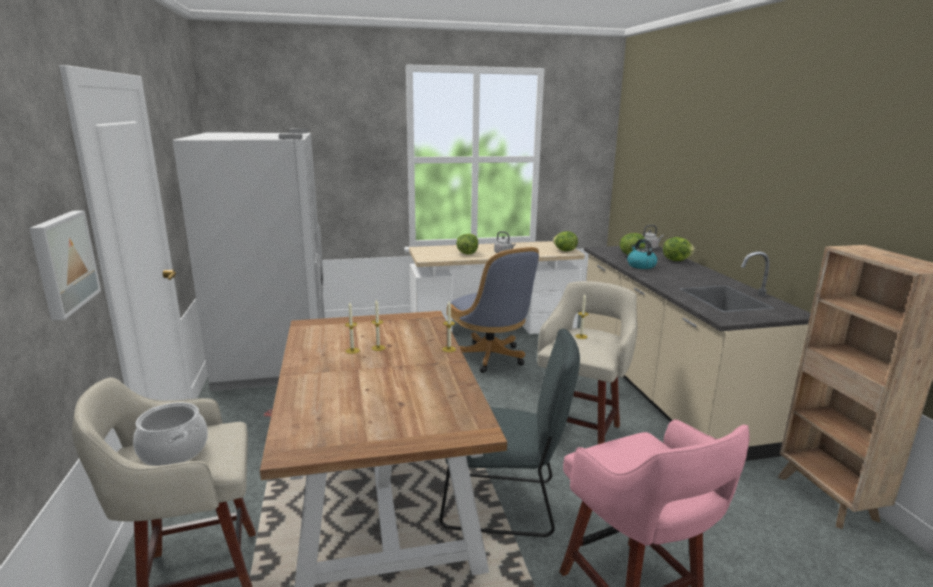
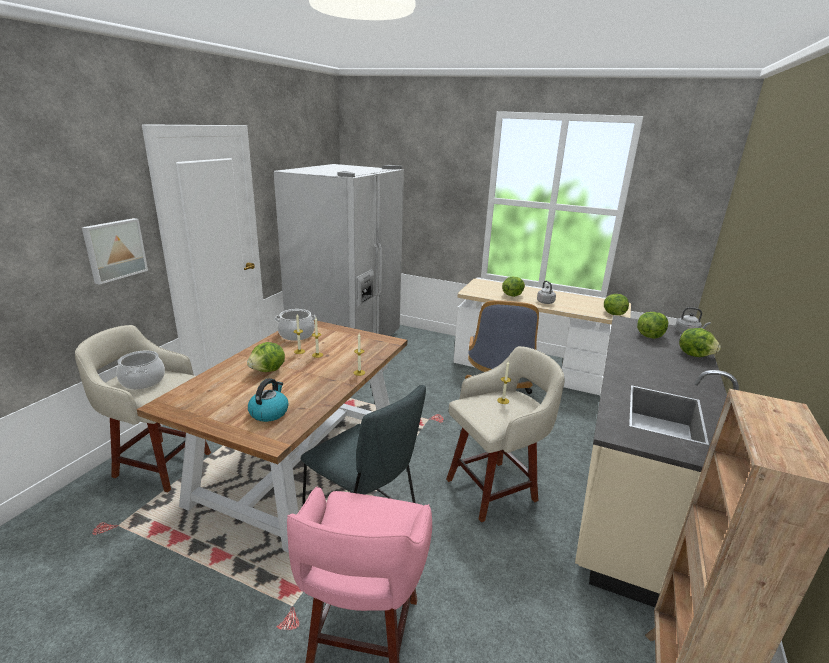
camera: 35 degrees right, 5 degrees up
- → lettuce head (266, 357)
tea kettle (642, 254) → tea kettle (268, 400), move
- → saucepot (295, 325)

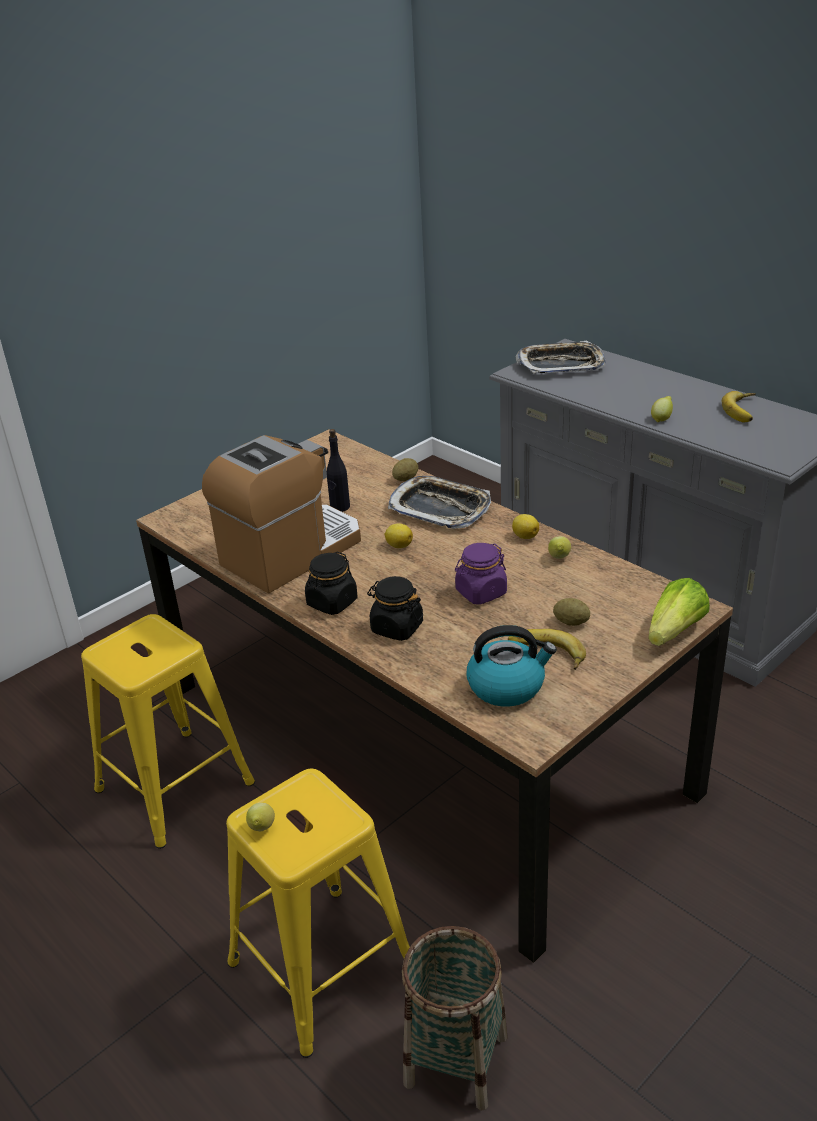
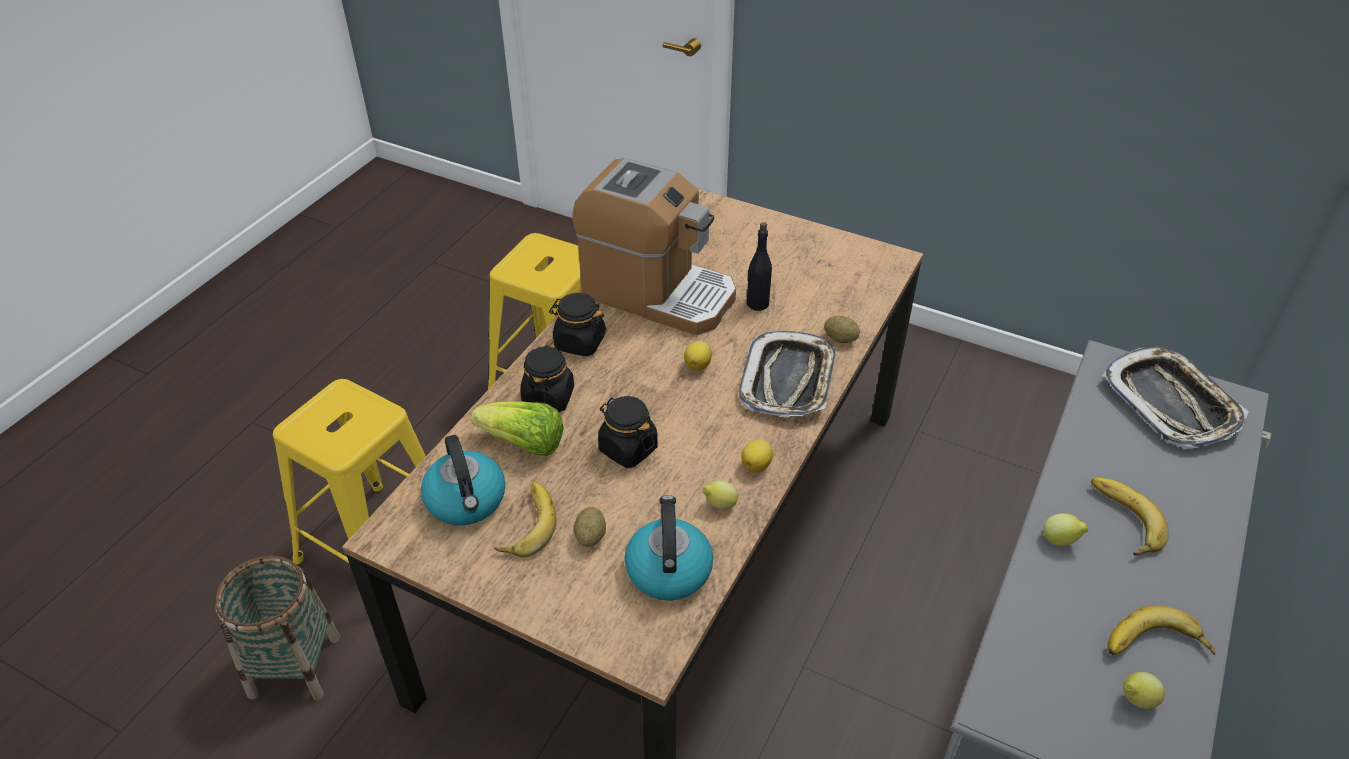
camera: 70 degrees right, 10 degrees up
lettuce head (679, 612) → lettuce head (517, 428), move
purple storage jar (481, 574) → blackish storage jar (628, 432)
- → tea kettle (668, 548)
- → banana fruit (1130, 517)
lemon (260, 817) → lemon (1144, 690), move

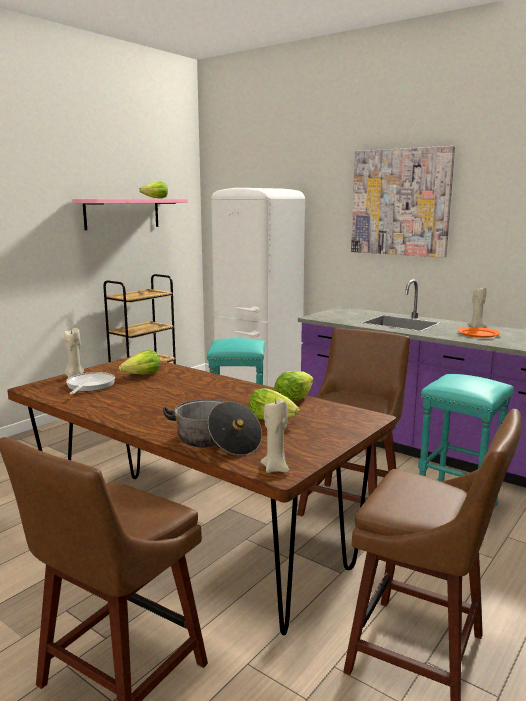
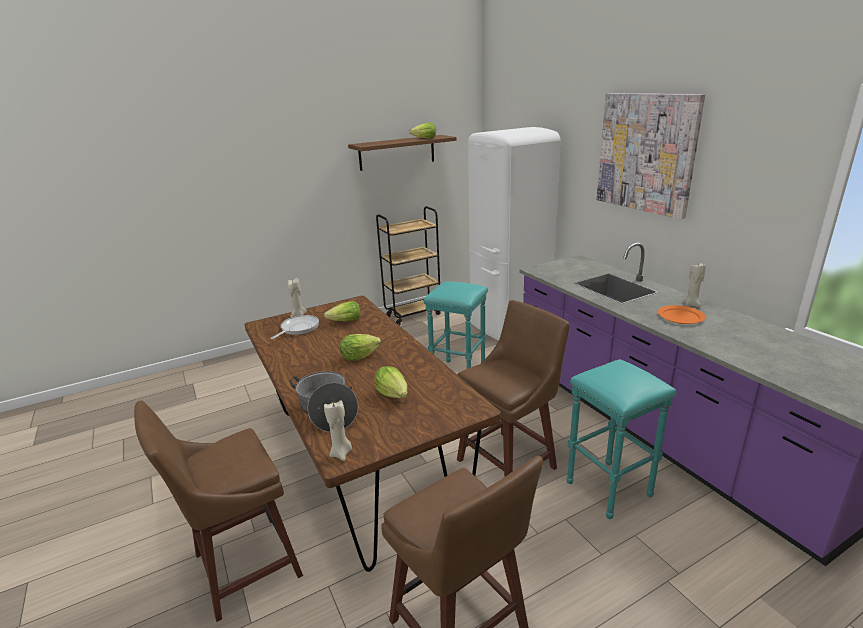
camera: 25 degrees right, 10 degrees up
lettuce head (294, 386) → lettuce head (360, 347), move
pink wall shelf (130, 214) → brown wall shelf (402, 153)

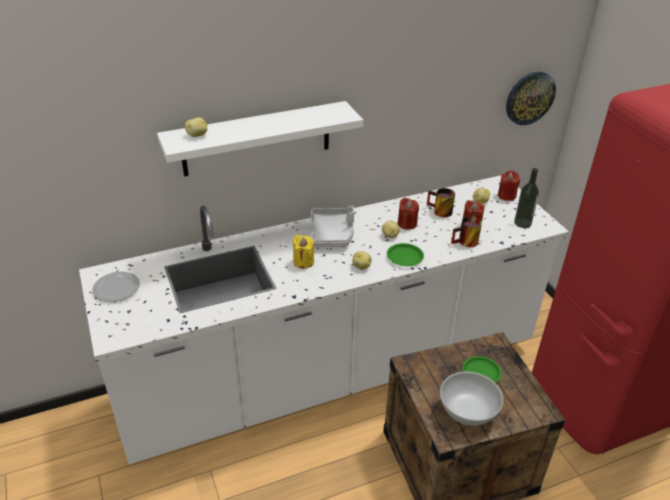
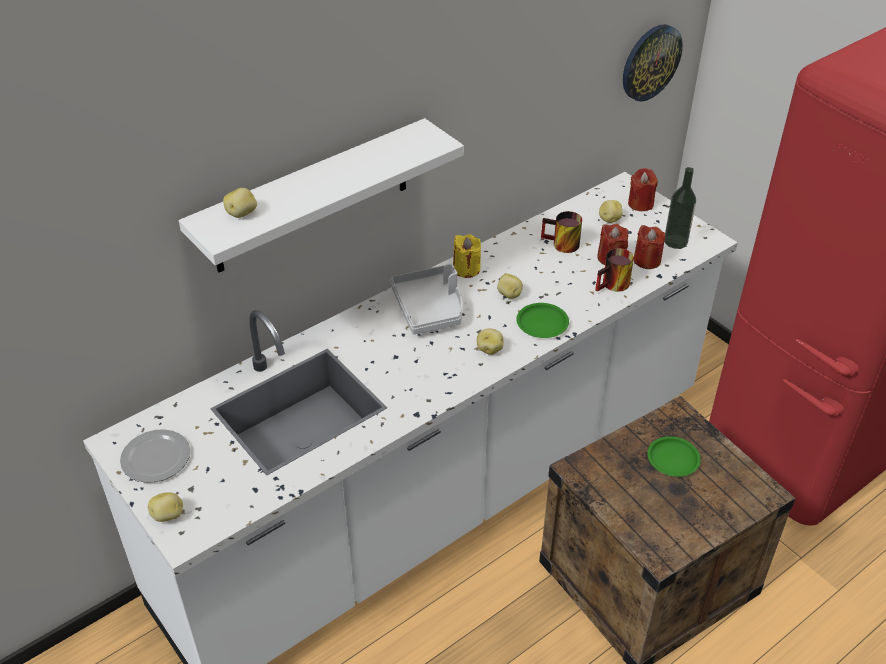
camera: 15 degrees left, 5 degrees up
- → potato (165, 507)
yellow-coloured candle (303, 252) → yellow-coloured candle (467, 256), move
red-coloured candle (408, 214) → red-coloured candle (649, 247), move
white serving bowl (471, 399) → -

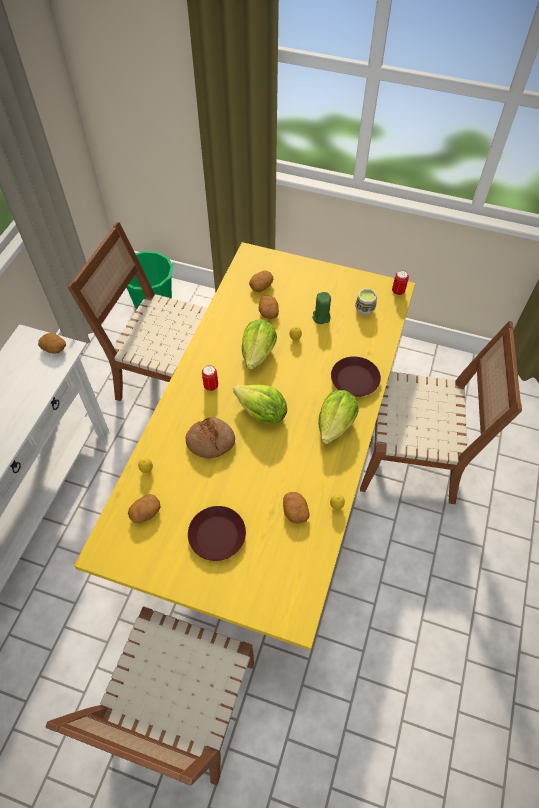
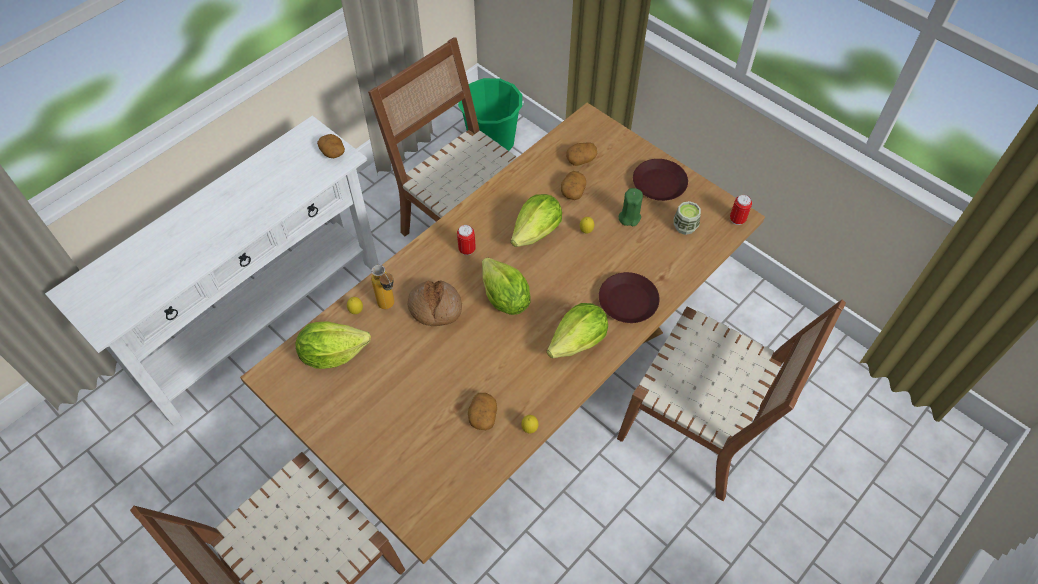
camera: 25 degrees right, 0 degrees up
yellow-coloured dinner table (244, 446) → brown dinner table (502, 333)
potato (144, 508) → lettuce head (333, 345)
- → beverage bottle (382, 287)
brown plate (217, 533) → brown plate (660, 180), move

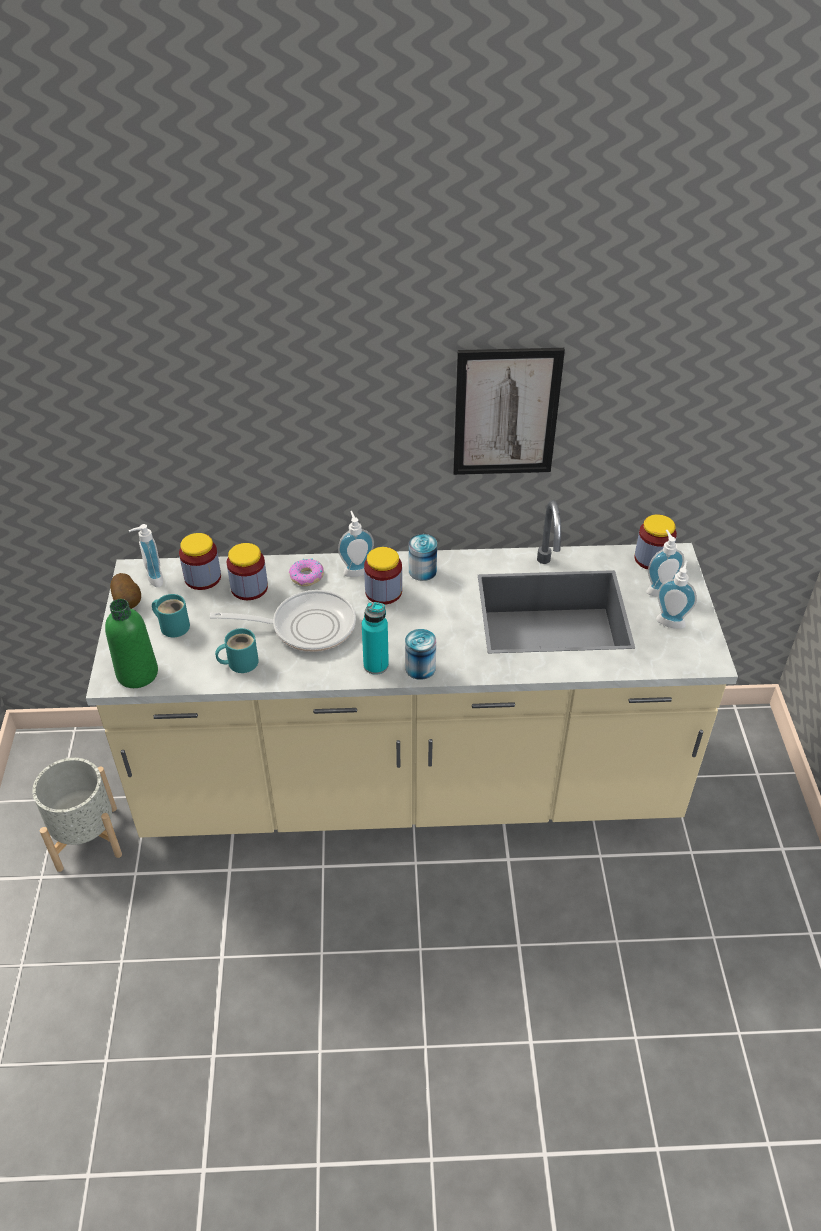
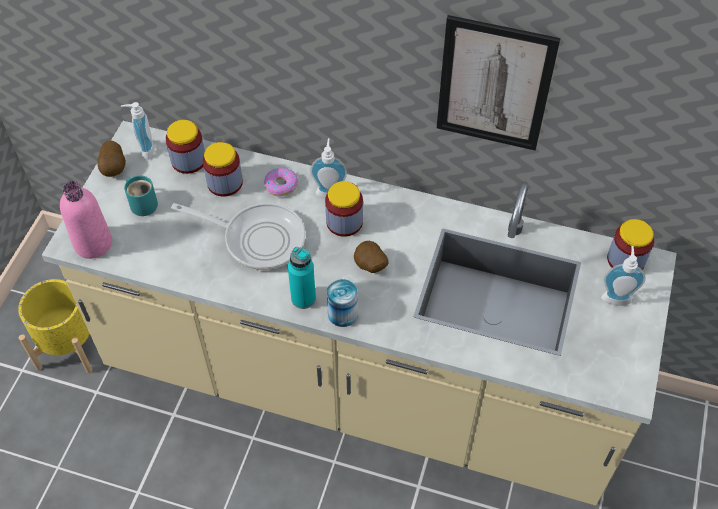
camera: 20 degrees right, 10 degrees up
grey planter (77, 815) → yellow-coloured planter (55, 326)
greenish beverage bottle (131, 643) → pink beverage bottle (86, 220)
- → potato (371, 257)
turquoise-coloured coffee mug (237, 650) → -
sealed can (423, 557) → -
soap bottle (676, 595) → -

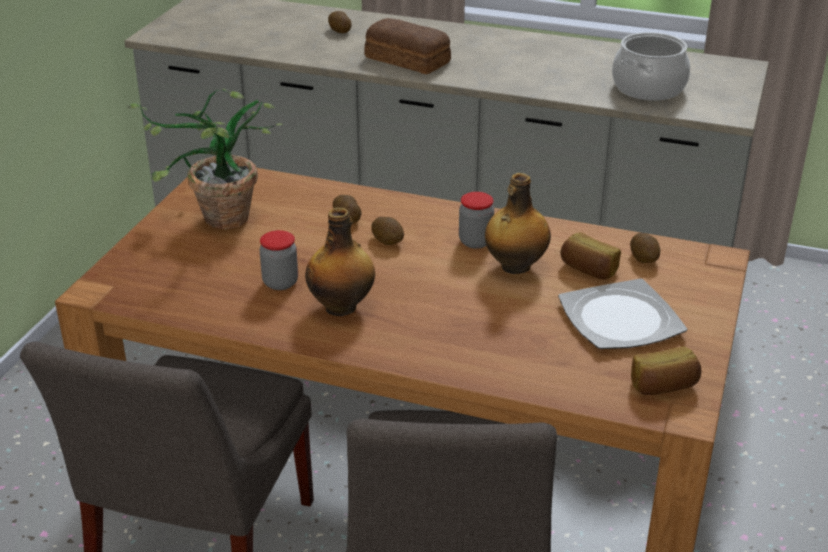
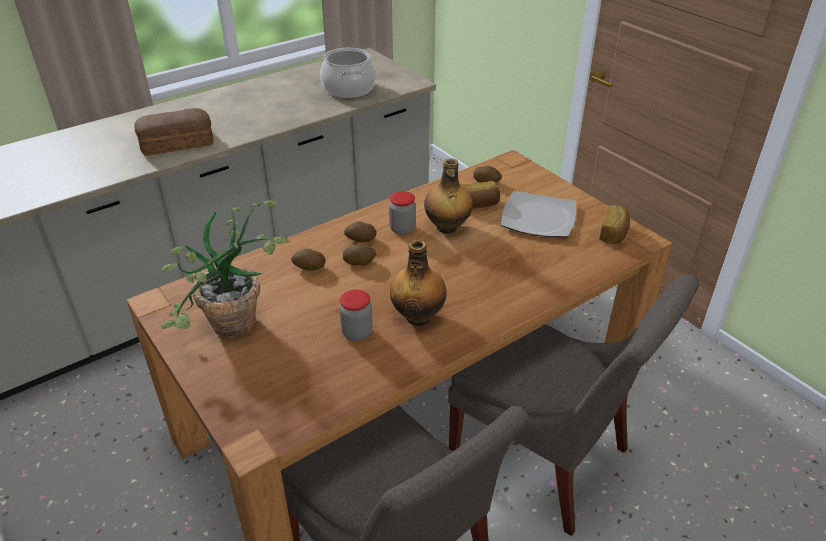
camera: 55 degrees left, 5 degrees up
potato (340, 22) → potato (360, 231), move

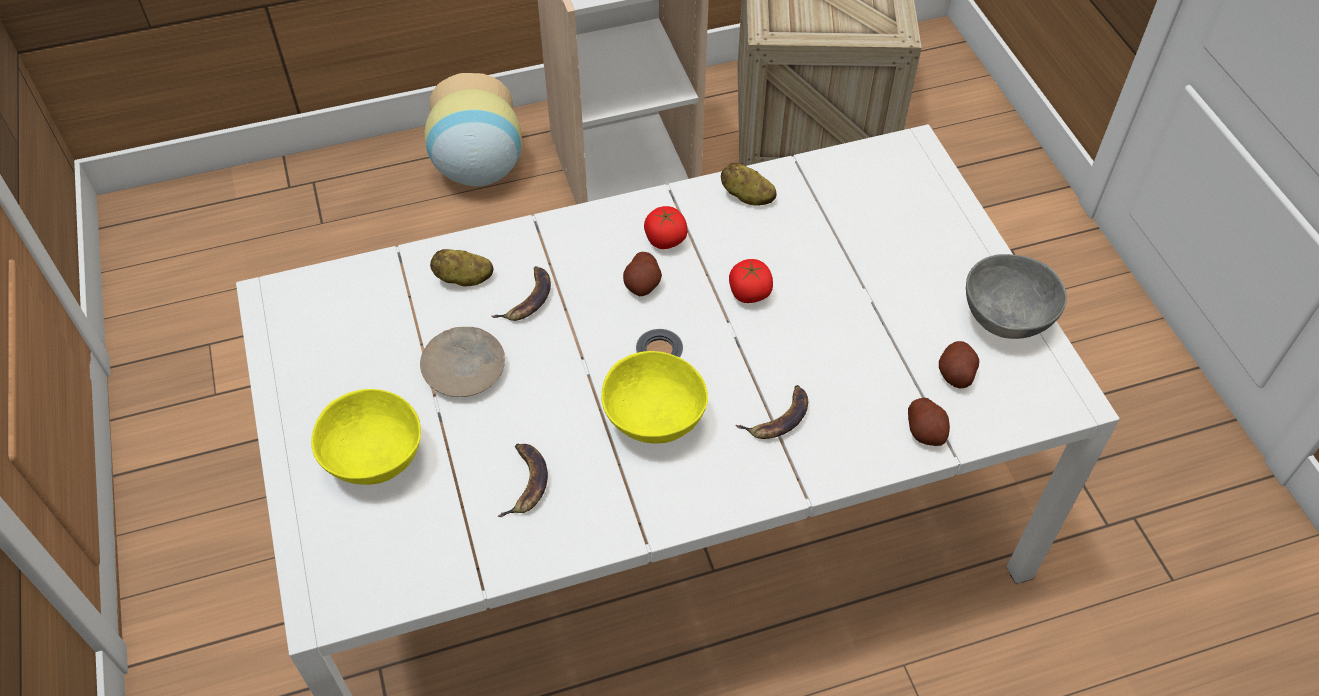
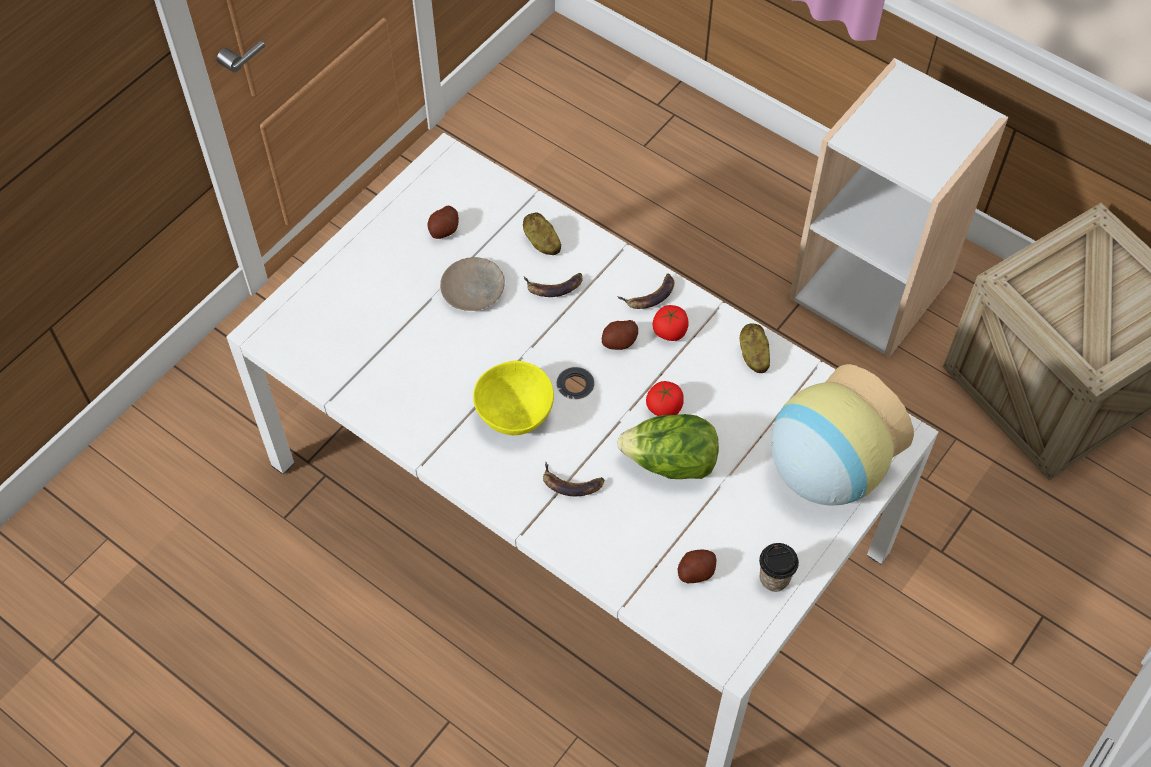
camera: 55 degrees right, 5 degrees up
potato (929, 422) → potato (443, 222), move
banana fruit (522, 480) → banana fruit (645, 291), move
- → lettuce head (668, 446)
grey serving bowl (1016, 296) → drinking cup (779, 567)
flower vase (473, 130) → flower vase (842, 434), move
yellow-coloured serving bowl (366, 437) → -

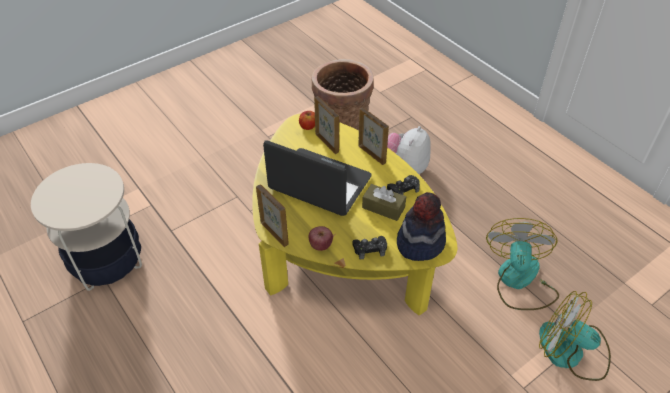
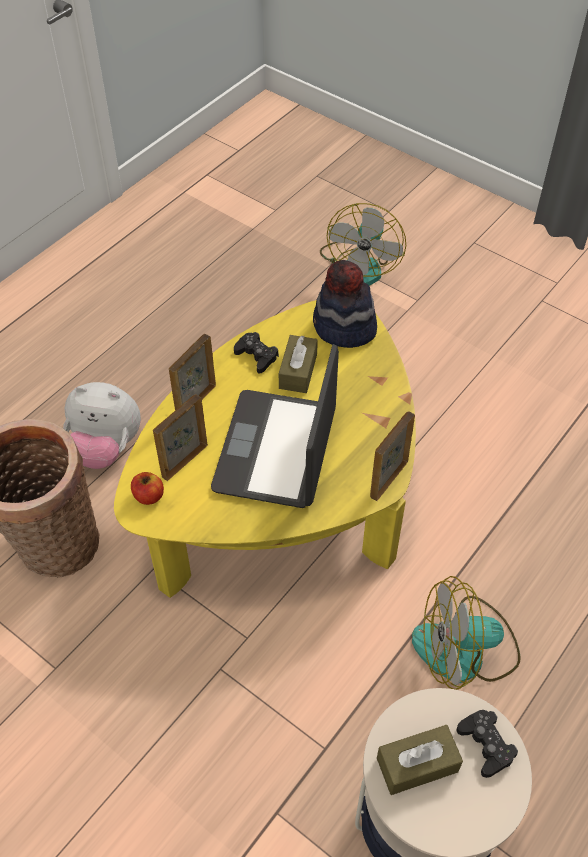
camera: 105 degrees left, 5 degrees up
- → brown tissue holder (420, 760)
electric fan (522, 264) → electric fan (466, 633), move
blackish joypad (370, 248) → blackish joypad (487, 744), move
whole apple (321, 238) → -

